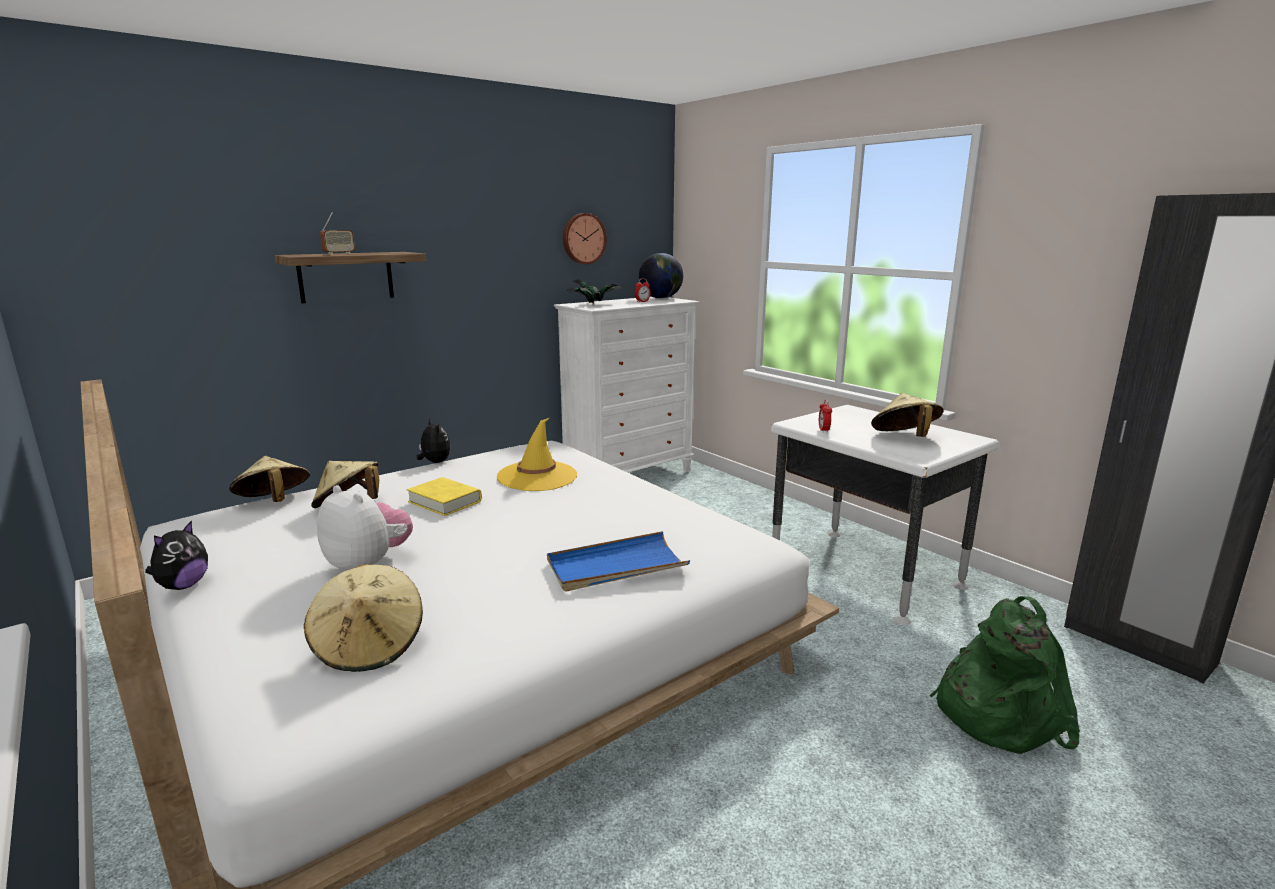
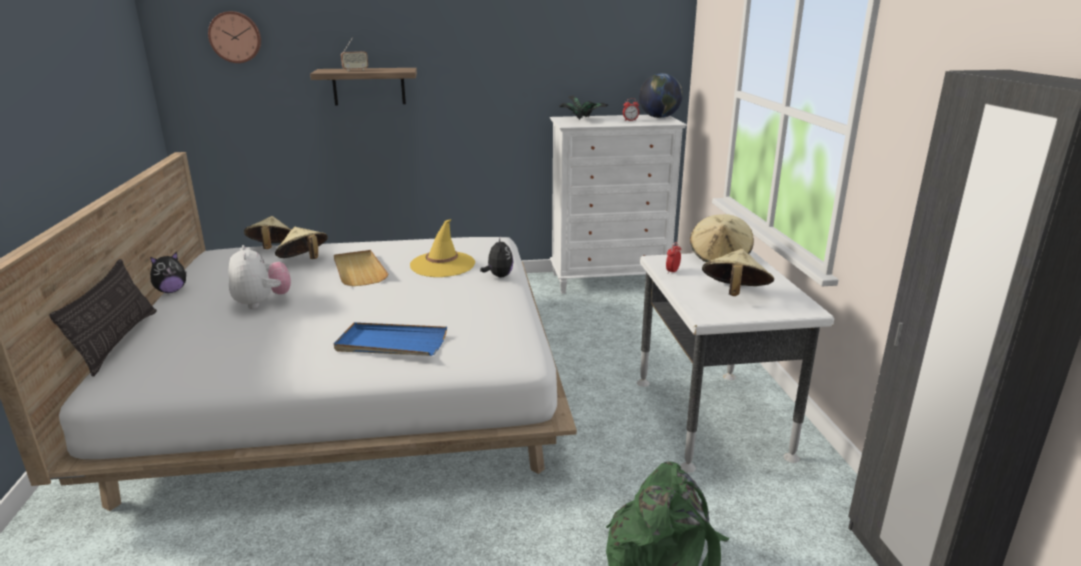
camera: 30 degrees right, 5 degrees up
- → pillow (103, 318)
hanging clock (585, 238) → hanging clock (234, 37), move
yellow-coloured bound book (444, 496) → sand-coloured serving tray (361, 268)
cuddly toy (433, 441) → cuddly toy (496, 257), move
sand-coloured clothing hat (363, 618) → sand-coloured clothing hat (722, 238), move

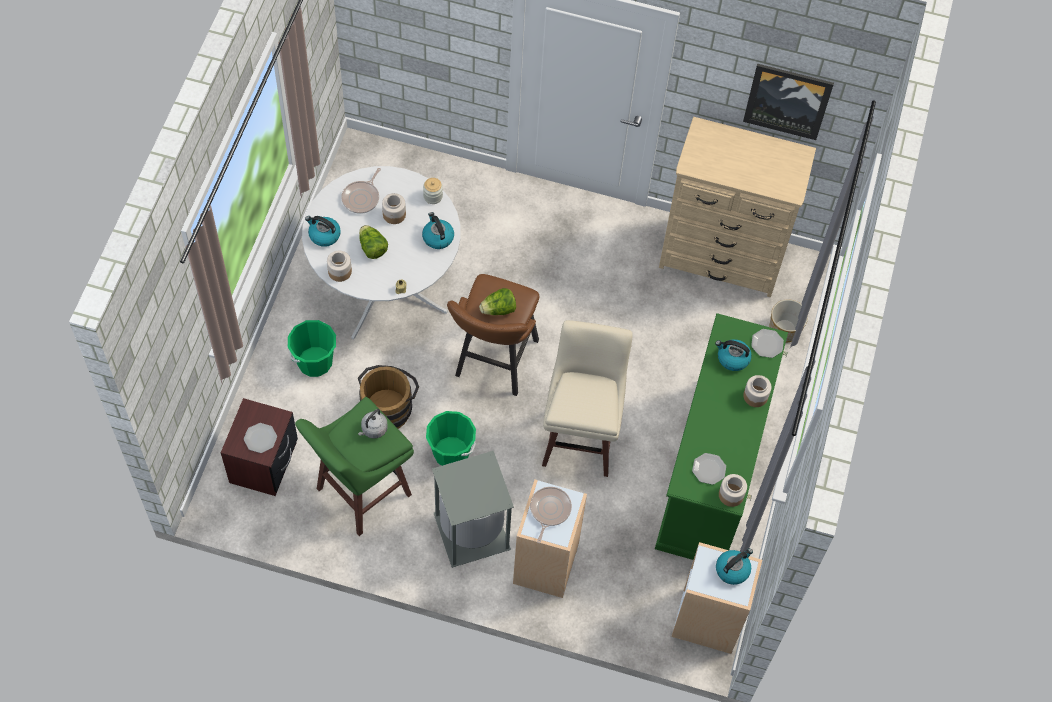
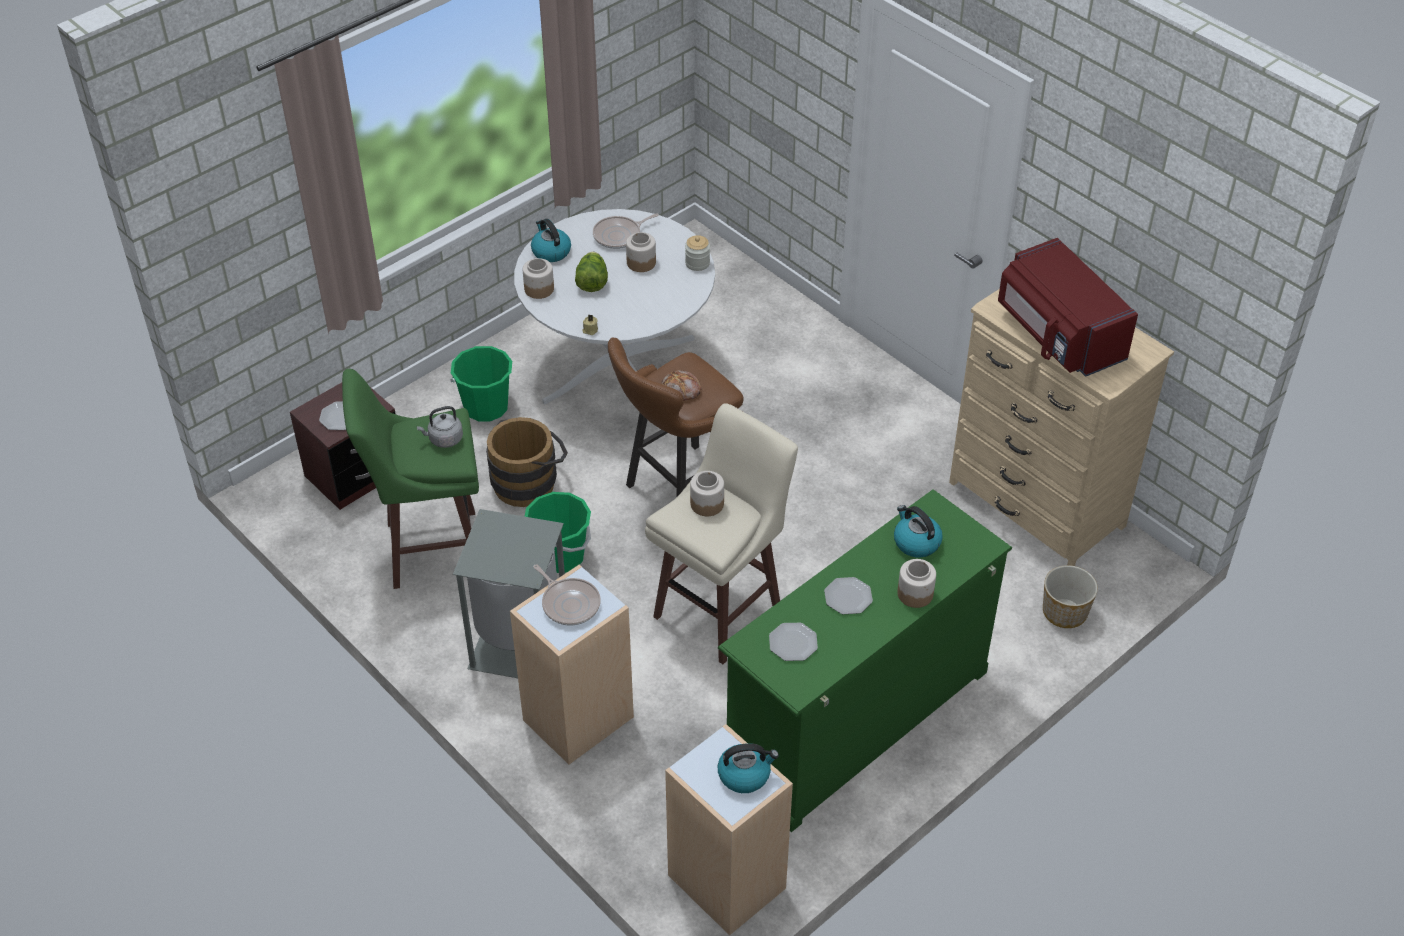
camera: 35 degrees right, 15 degrees down
pan (551, 515) → pan (567, 595), 90 degrees clockwise
lettuce head (497, 301) → bread (681, 385)
storage jar (733, 490) → storage jar (707, 493), move
plate (767, 343) → plate (848, 595), move
- → red-coloured kitchen microwave (1068, 307)
tea kettle (438, 230) → -
wall picture (788, 102) → -

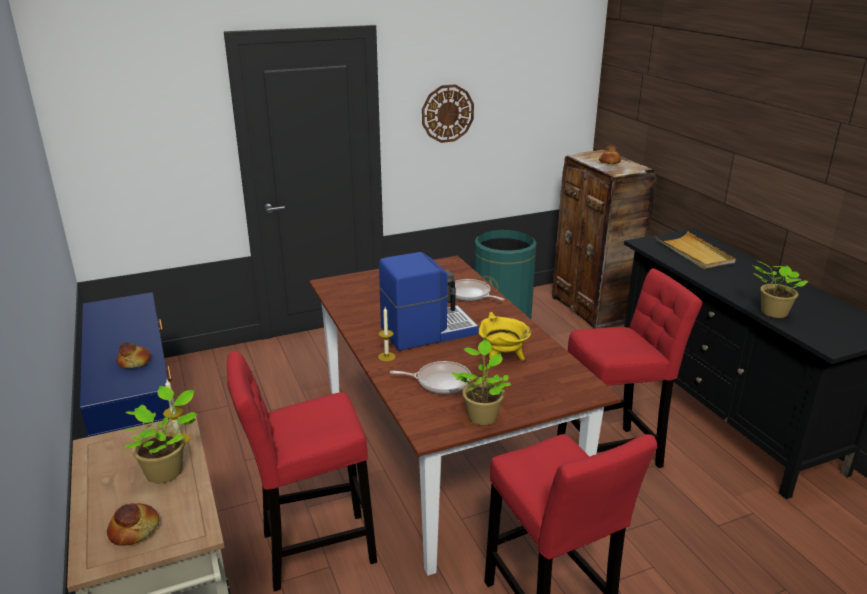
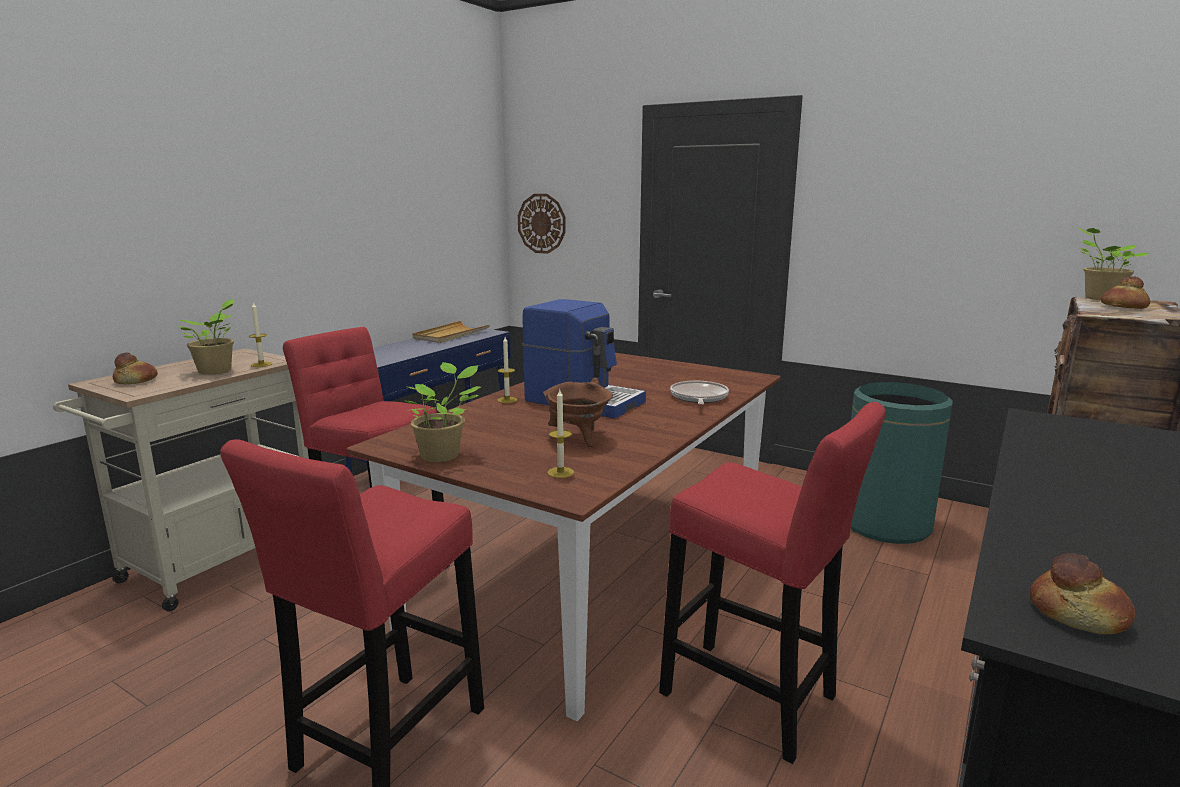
camera: 55 degrees right, 10 degrees down
sand-coloured serving tray (695, 250) → sand-coloured serving tray (451, 332), move
hanging clock (448, 113) → hanging clock (542, 224), move
yellow-coloured saucepot (505, 336) → brown saucepot (578, 412)
- → candle (560, 434)
bread (133, 355) → bread (1082, 594), move
plant in a pot (780, 289) → plant in a pot (1112, 263), move
pan (430, 377) → -

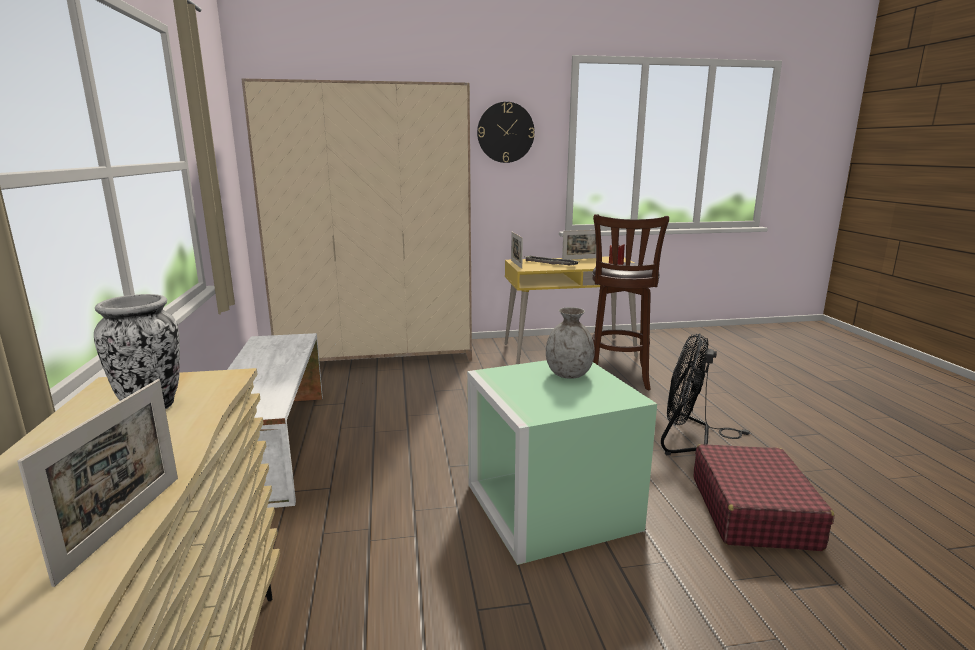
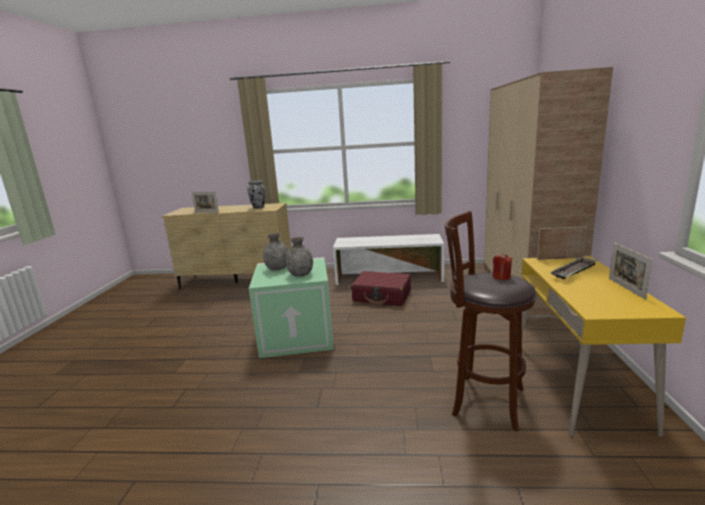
camera: 105 degrees right, 0 degrees up
- → grey flower vase (275, 251)
red-coloured suitcase (763, 497) → red-coloured suitcase (381, 288), move
hanging clock (506, 132) → -
blackish electric fan (705, 394) → -

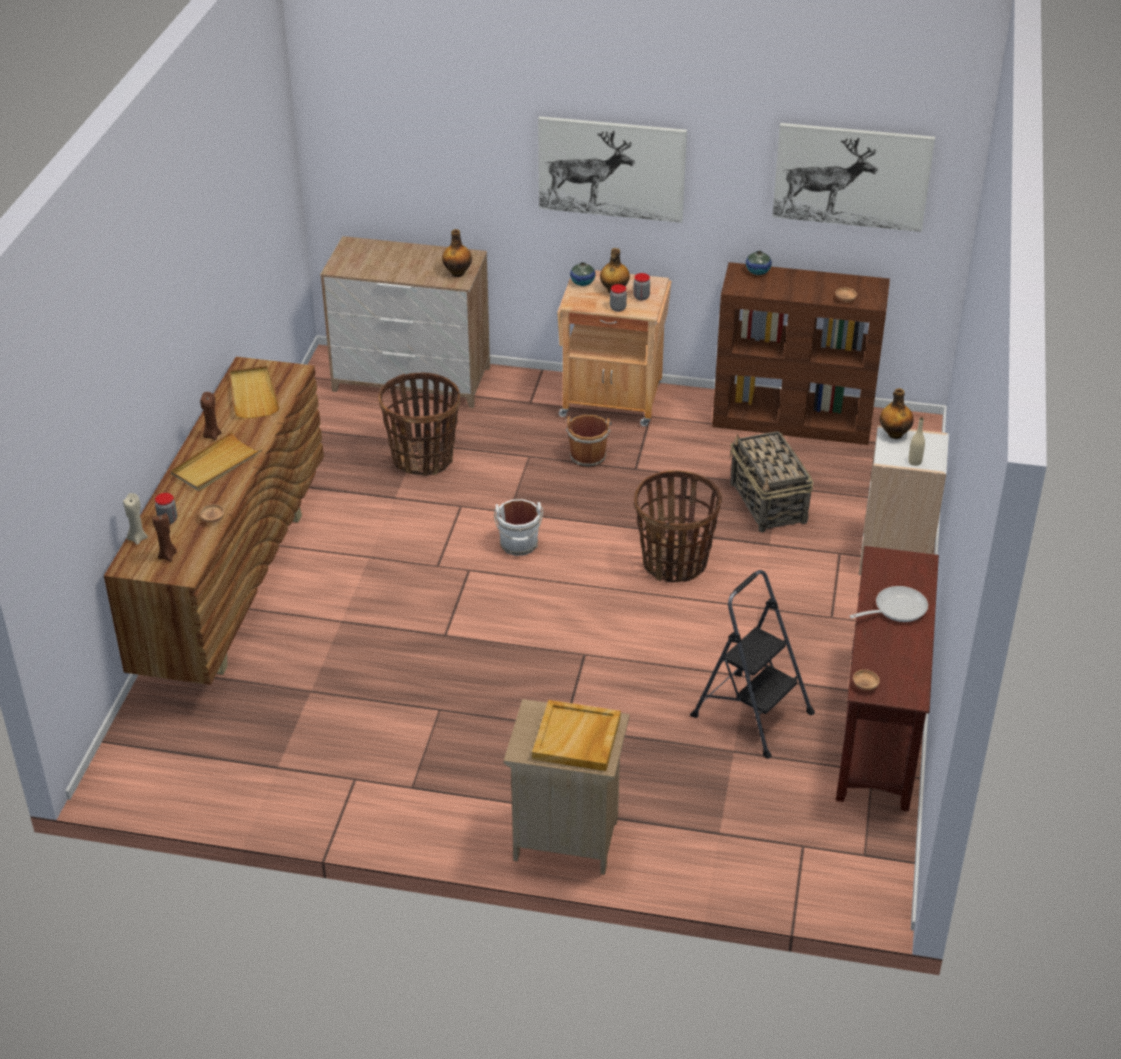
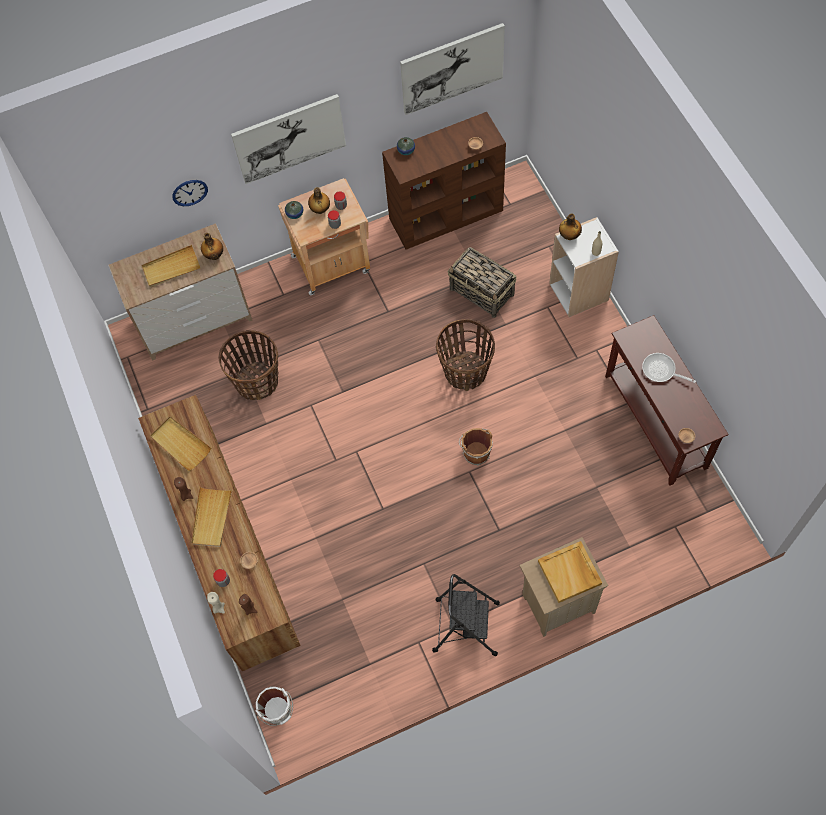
camera: 30 degrees left, 25 degrees up
- → sand-coloured serving tray (171, 266)
- → hanging clock (190, 193)
white water bucket (518, 527) → white water bucket (274, 706), move
blackish step stool (752, 664) → blackish step stool (466, 615), move
brown water bucket (589, 441) → brown water bucket (476, 447), move
pan (889, 604) → pan (669, 368), 90 degrees counterclockwise

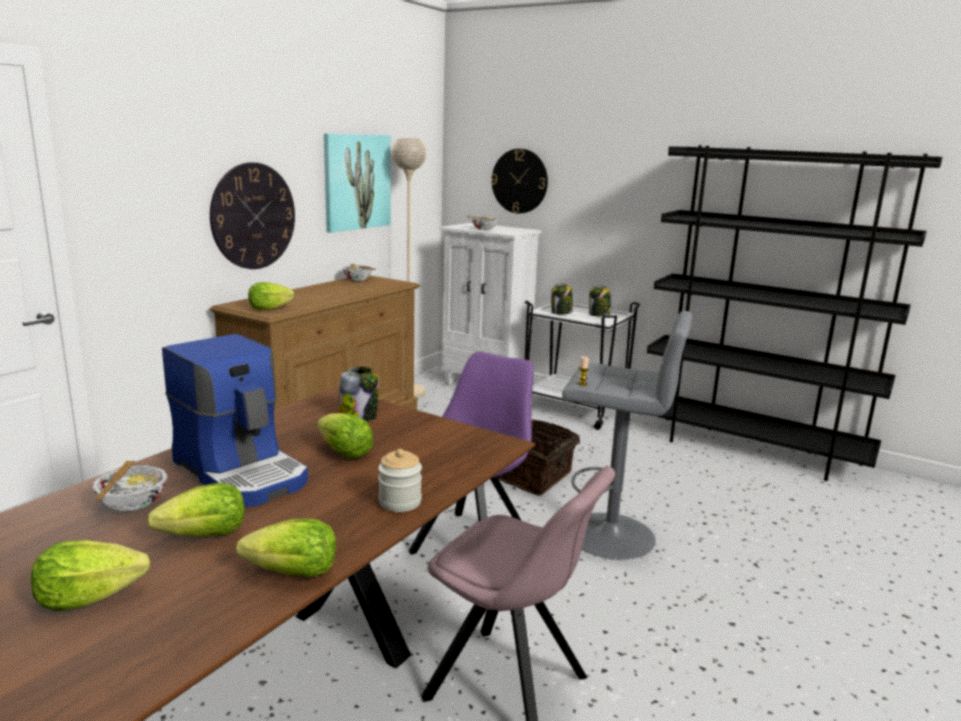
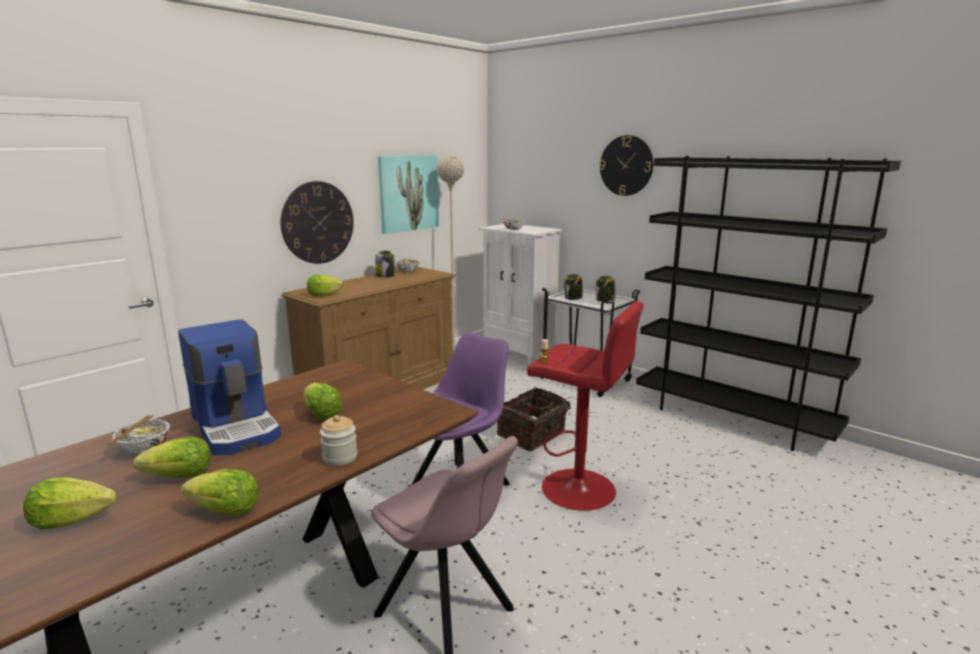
camera: 10 degrees right, 0 degrees up
storage jar (358, 394) → storage jar (384, 264), move
grey sitting stool (627, 435) → red-coloured sitting stool (585, 406)
hanging clock (519, 181) → hanging clock (626, 165), move

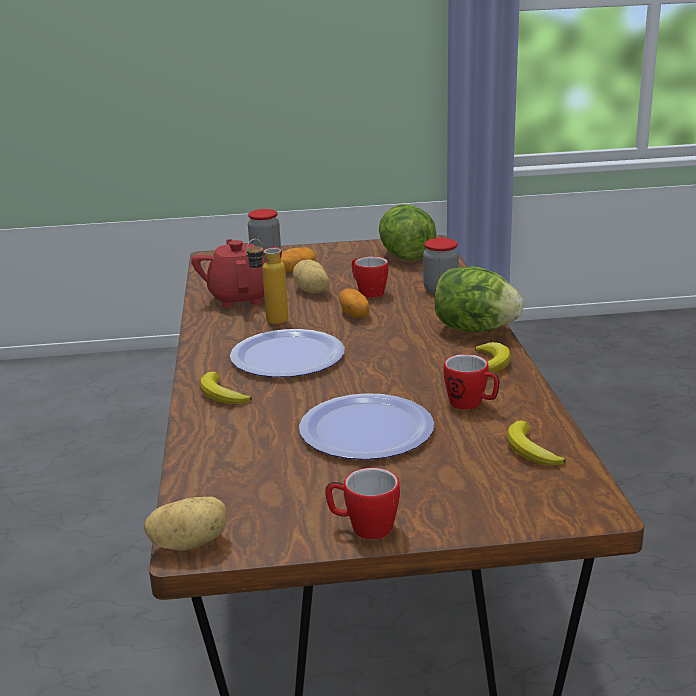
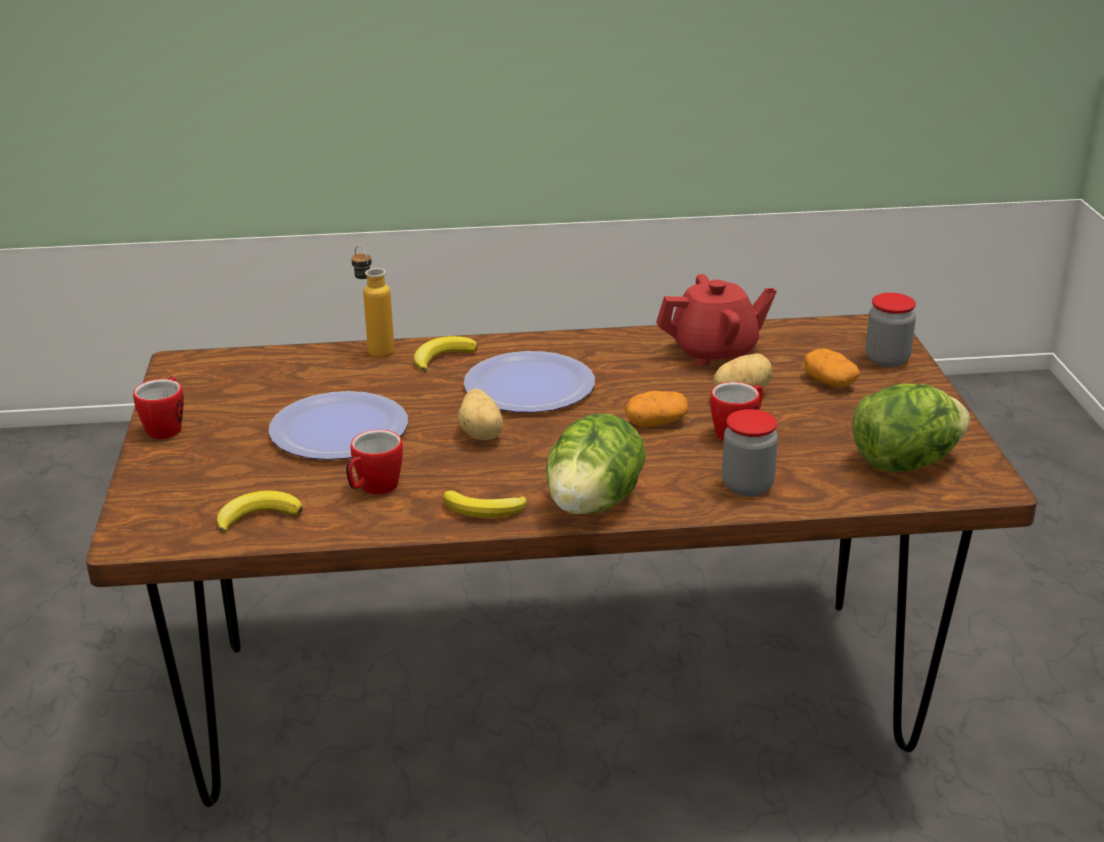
camera: 90 degrees right, 5 degrees up
beverage bottle (267, 281) → beverage bottle (373, 301), move
potato (185, 524) → potato (480, 414), move

